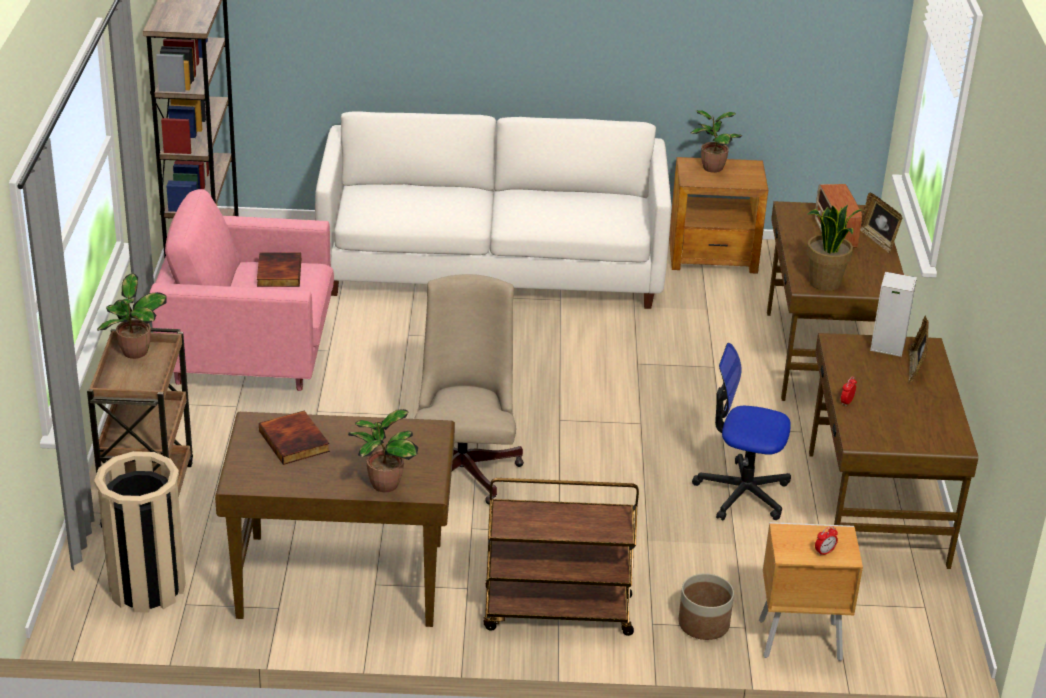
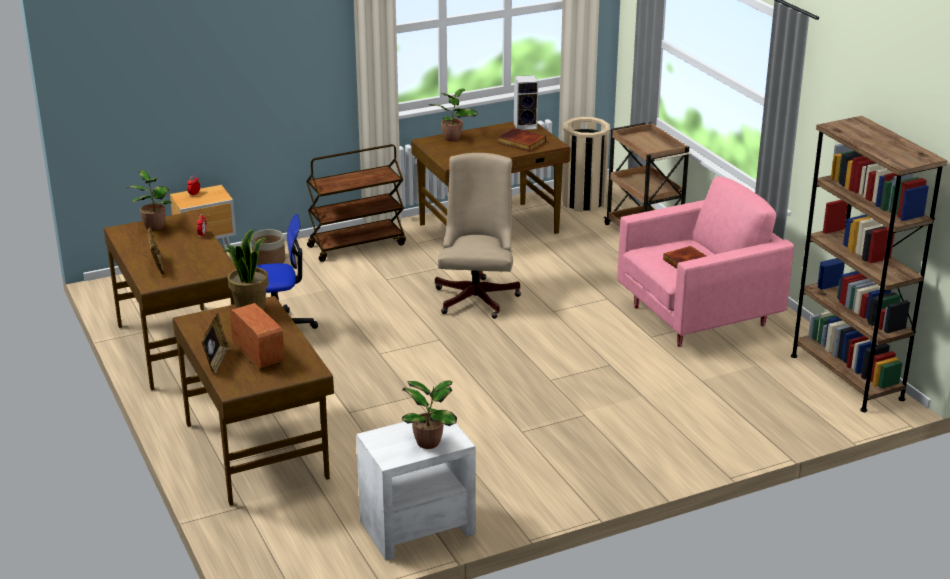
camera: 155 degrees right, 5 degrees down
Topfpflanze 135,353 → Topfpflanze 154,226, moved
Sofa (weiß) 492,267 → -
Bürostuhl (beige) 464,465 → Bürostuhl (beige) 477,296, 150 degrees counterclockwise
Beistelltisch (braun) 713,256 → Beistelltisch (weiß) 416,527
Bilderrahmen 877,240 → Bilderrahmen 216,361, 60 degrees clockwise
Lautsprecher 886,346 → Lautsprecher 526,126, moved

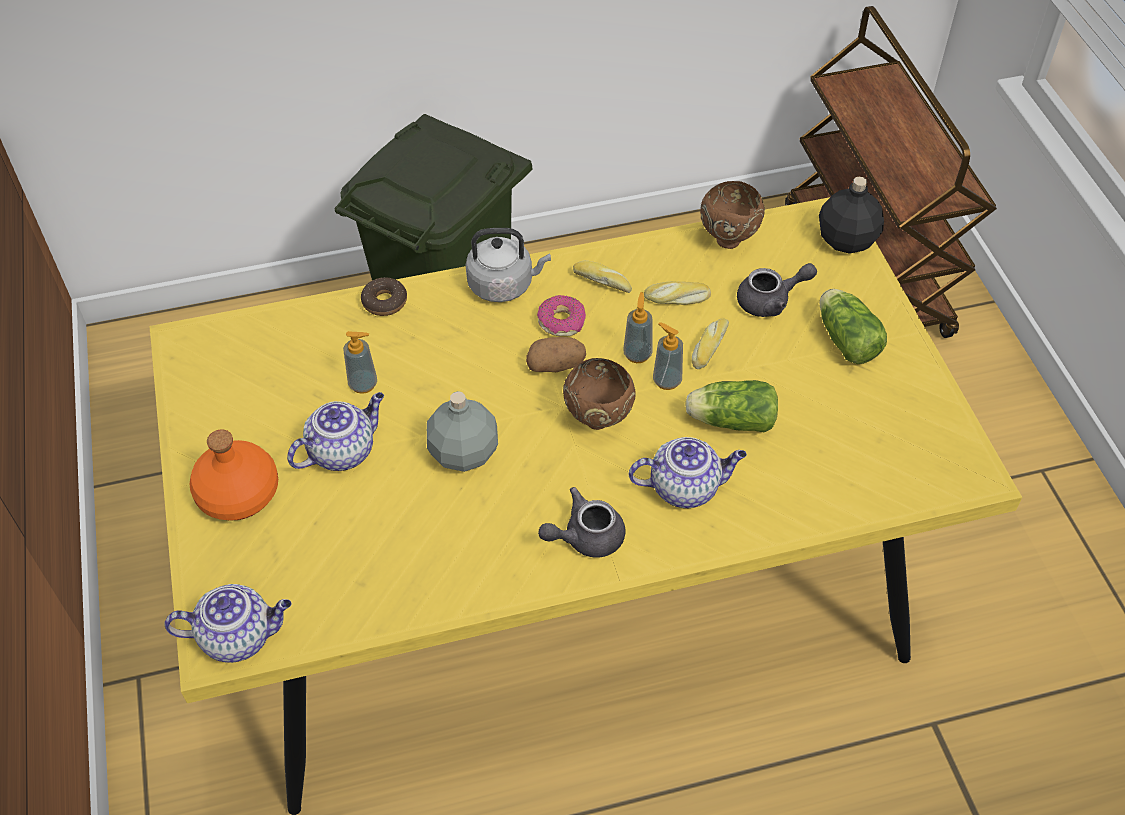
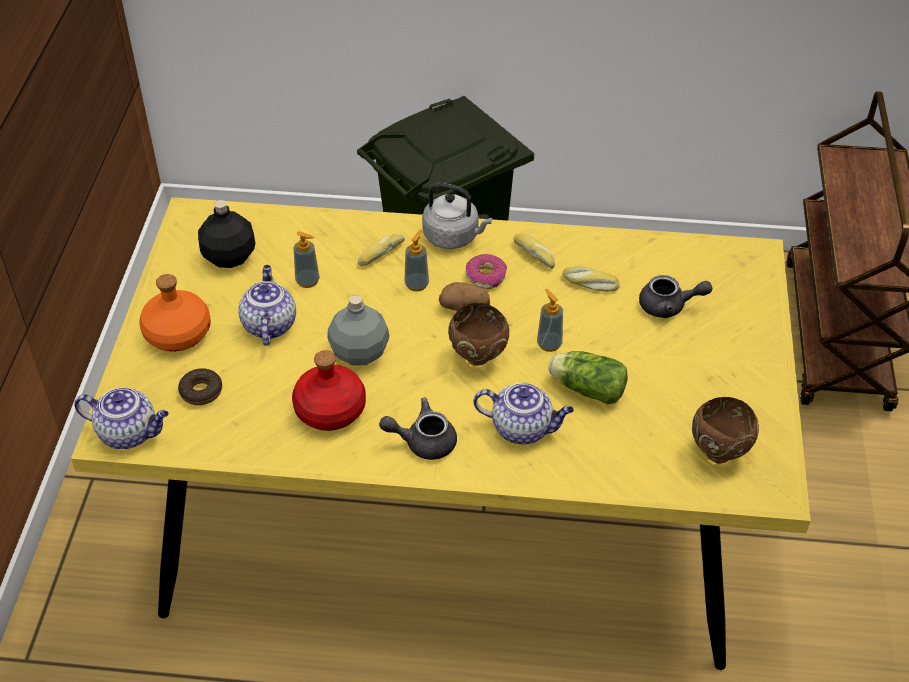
camera: 20 degrees right, 5 degrees down
Teekanne 343,450 → Teekanne 269,325, 75 degrees counterclockwise
Donut 384,302 → Donut 201,391, moved
Seifenspender 637,354 → Seifenspender 417,284, moved
Brot 708,347 → Brot 380,253, moved
Schüssel (braun) 728,239 → Schüssel (braun) 719,452, moved
Flasche (schwarz) 847,241 → Flasche (schwarz) 229,257, moved
Salatkopf 845,338 → -
- → Flasche (rot) 330,410

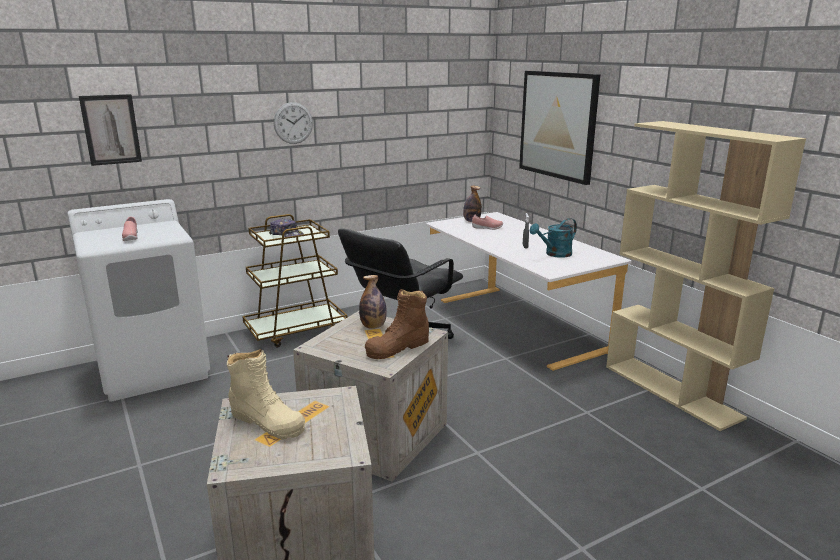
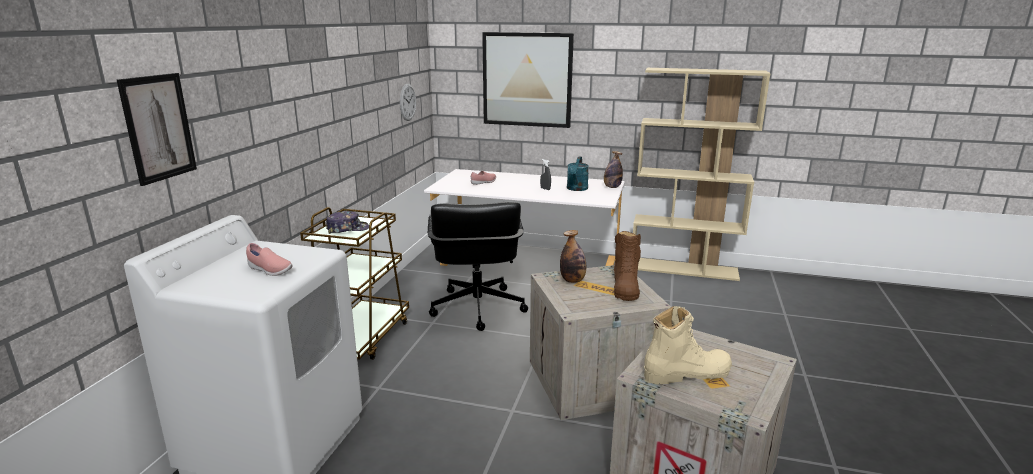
camera: 45 degrees left, 0 degrees up
Wanduhr 293,123 → Wanduhr 407,102, moved
Flasche 471,221 → Flasche 612,187, moved

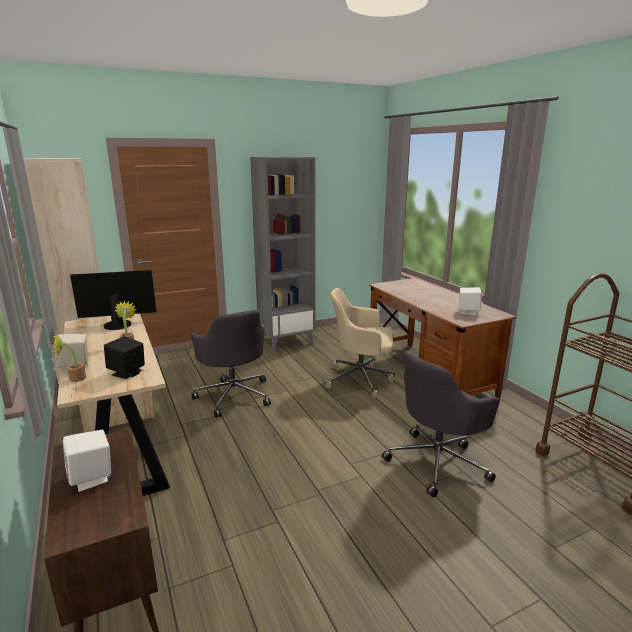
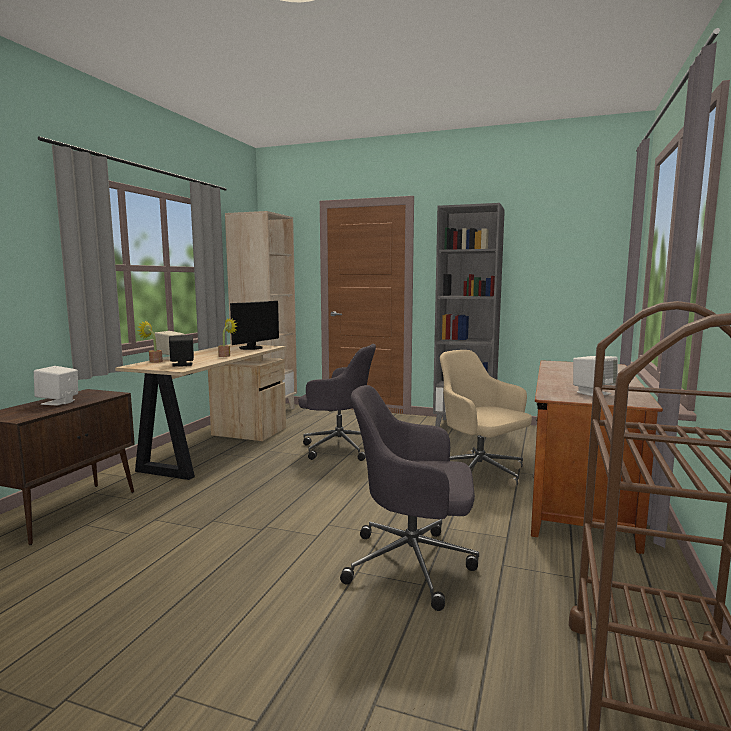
camera: 45 degrees right, 10 degrees down
Monitor 118,324 → Monitor 253,348, 90 degrees clockwise
Bürostuhl (grau) 234,395 → Bürostuhl (grau) 338,447, 90 degrees counterclockwise

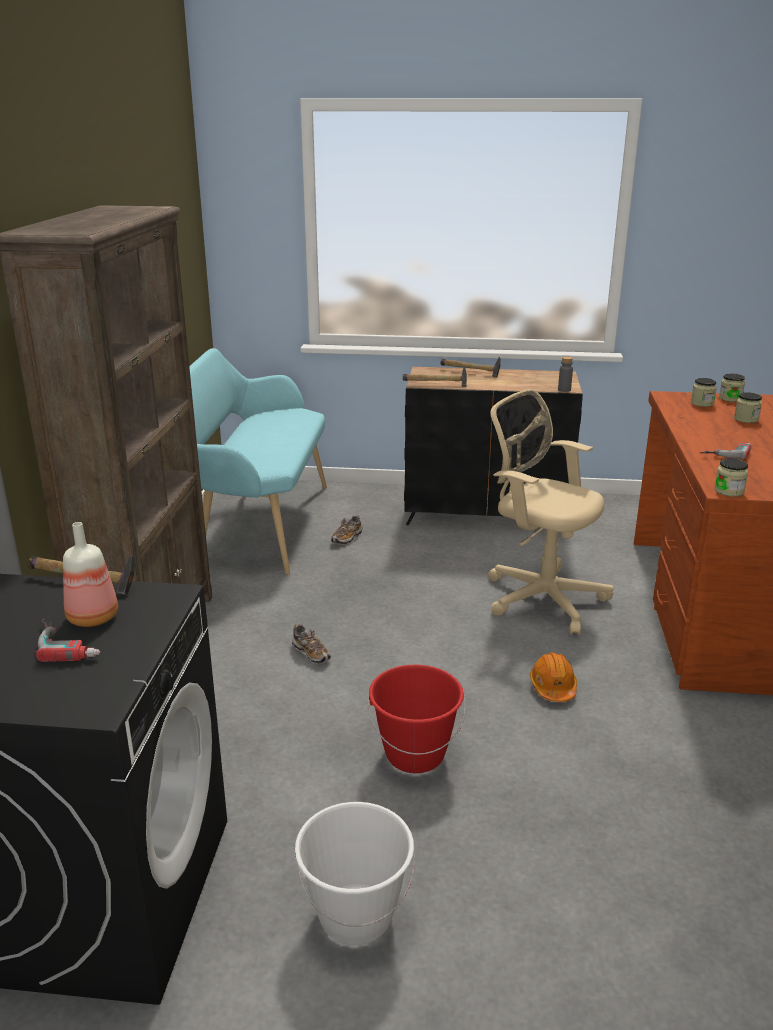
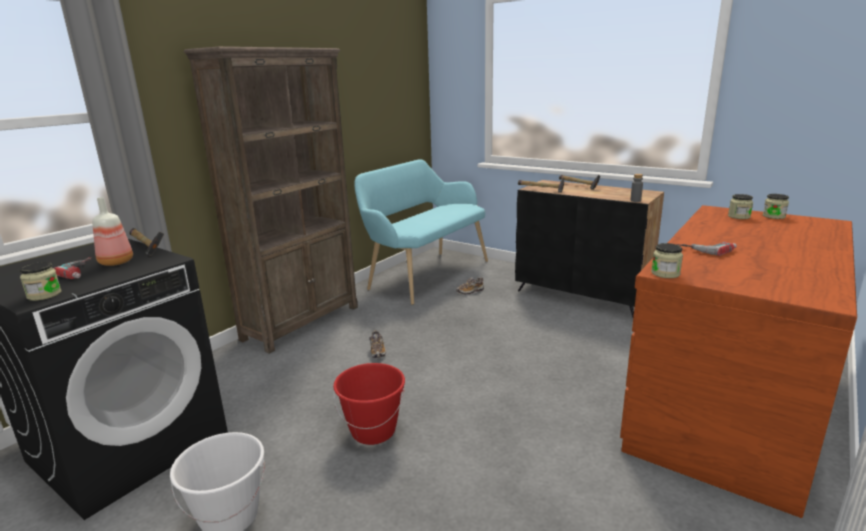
camera: 30 degrees right, 5 degrees down
Bürostuhl (beige) 540,597 → -
Schutzhelm (orange) 553,687 → -
Vorratsglas 746,419 → Vorratsglas 44,295, moved

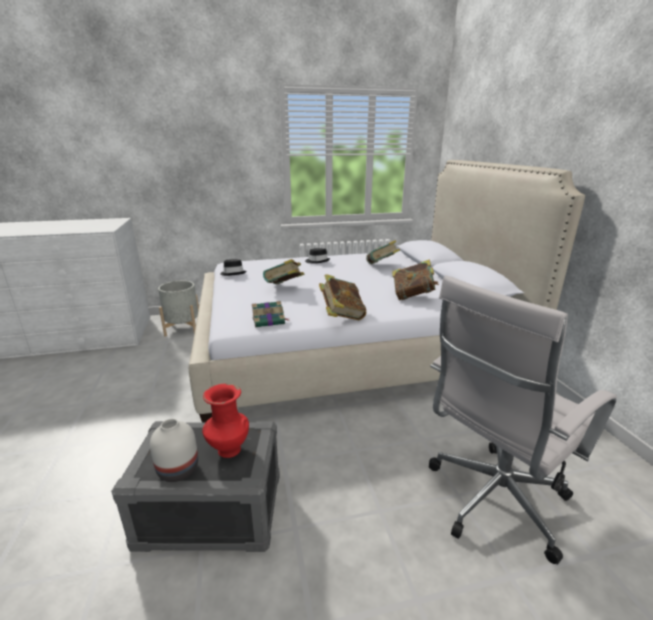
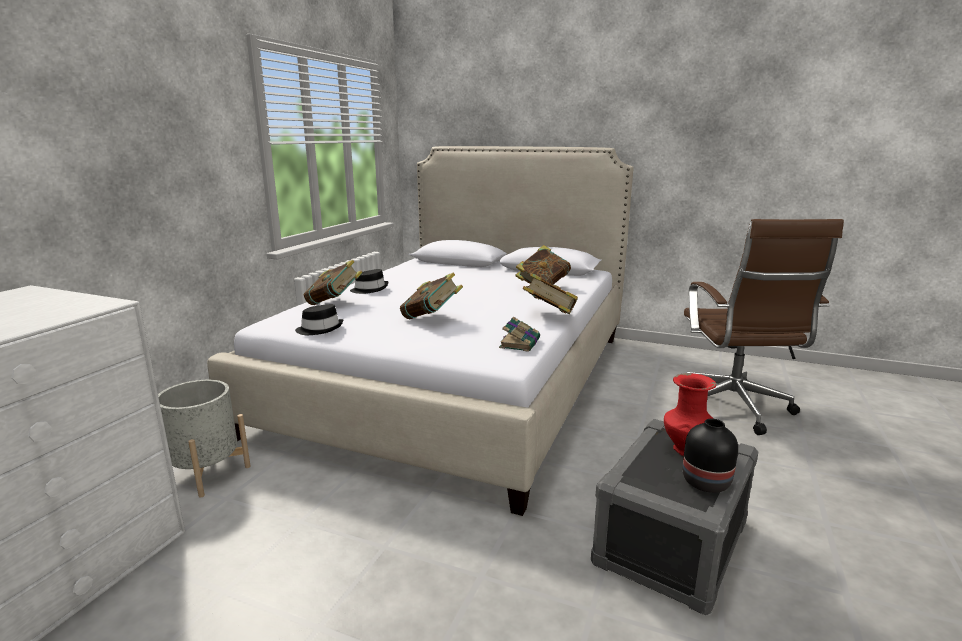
camera: 55 degrees left, 5 degrees down
Vase (weiß) 179,469 → Vase (schwarz) 704,481
Buch 382,266 → Buch 334,303, moved
Bürostuhl (weiß) 492,502 → Bürostuhl (braun) 734,409

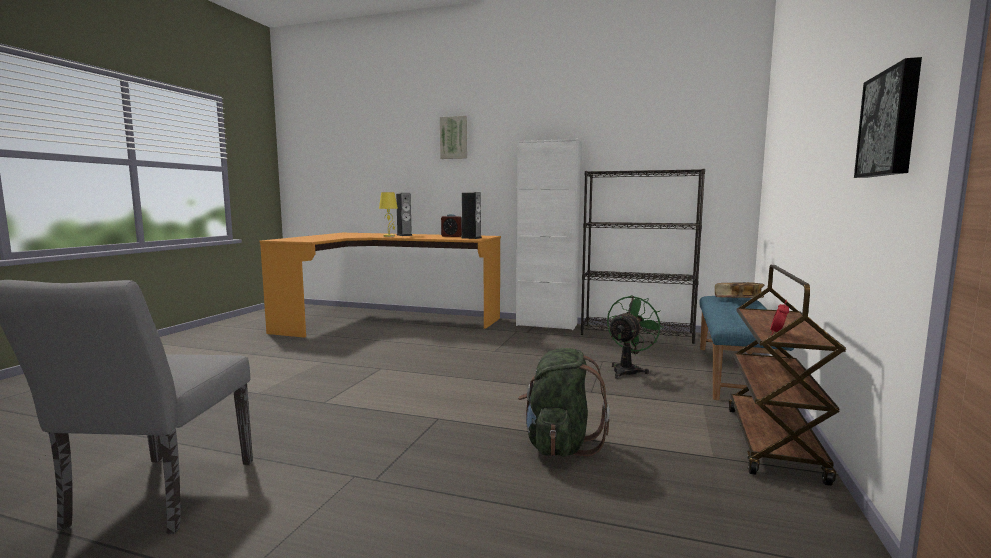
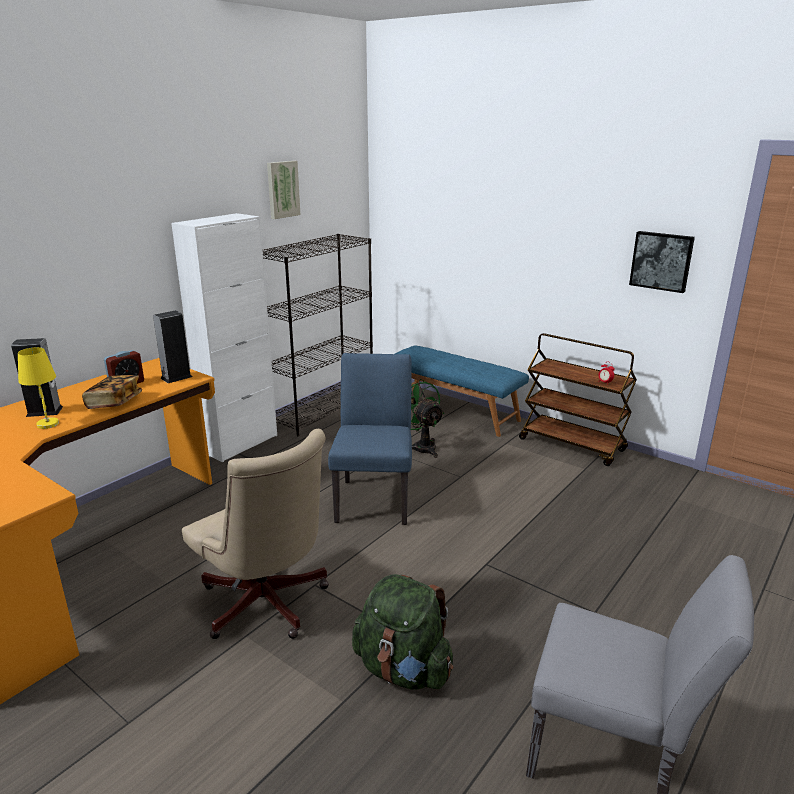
camera: 70 degrees left, 15 degrees up
Bild 454,138 → Bild 282,189, moved
Rucksack (grün) 559,445 → Rucksack (grün) 403,669, moved
Buch 738,300 → Buch 114,402, moved
- → Bürostuhl (beige) 267,607
- → Stuhl (blau) 374,497

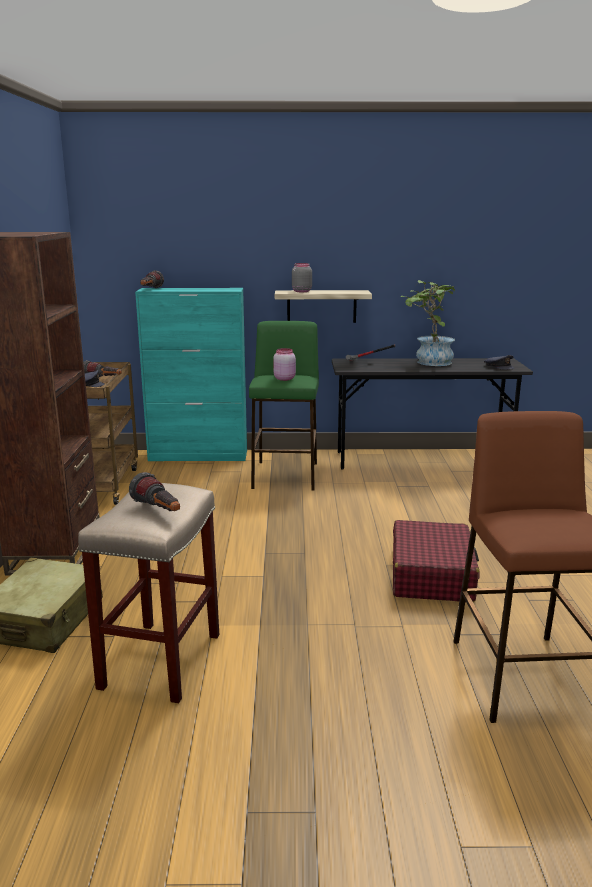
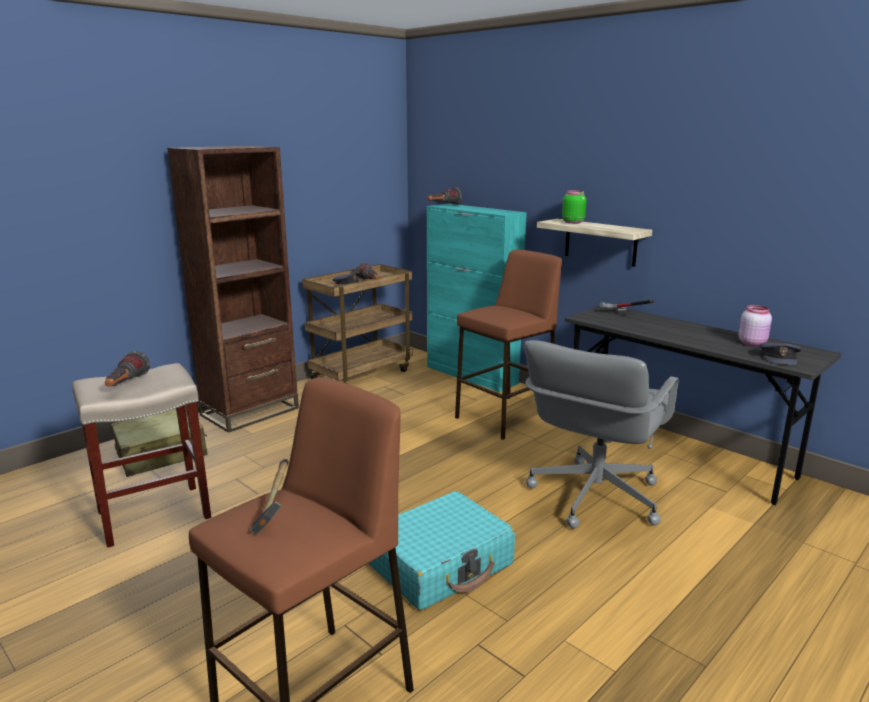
camera: 45 degrees right, 0 degrees up
Hocker (grün) 285,475 → Hocker (braun) 506,417
Vorratsglas (rosa) 284,378 → Vorratsglas (rosa) 752,343, moved
Vorratsglas (grau) 301,291 → Vorratsglas (grün) 572,222
Koffer (rot) 431,575 → Koffer (türkis) 440,564
Topfpflanze 428,362 → -
- → Hammer 274,504
- → Bürostuhl (grau) 593,496

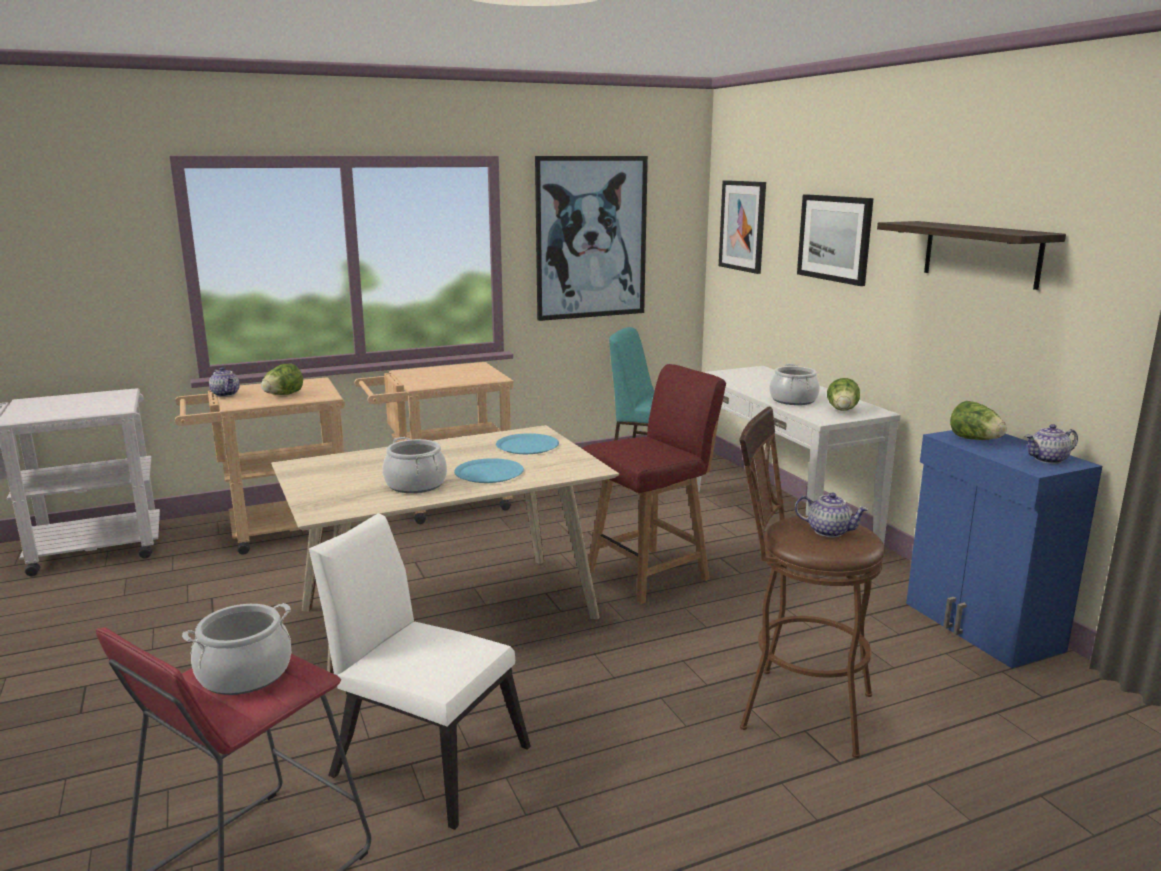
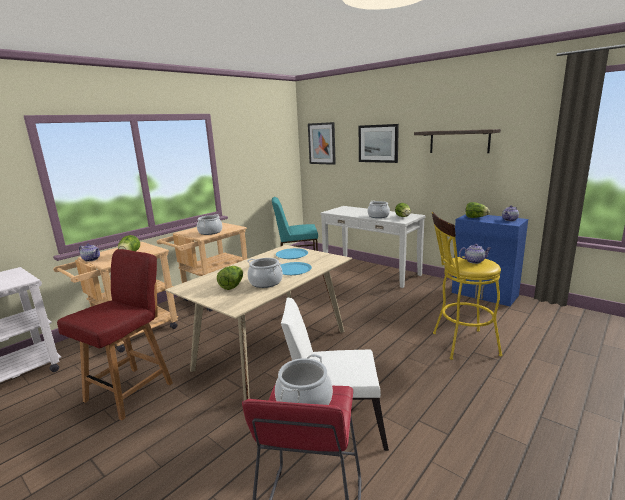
camera: 25 degrees left, 0 degrees up
Bild 591,238 → -
Stuhl (rot) 650,574 → Stuhl (rot) 131,391, moved
Hocker (braun) 794,708 → Hocker (gelb) 459,344
- → Kochtopf 210,232
- → Salatkopf 232,286

